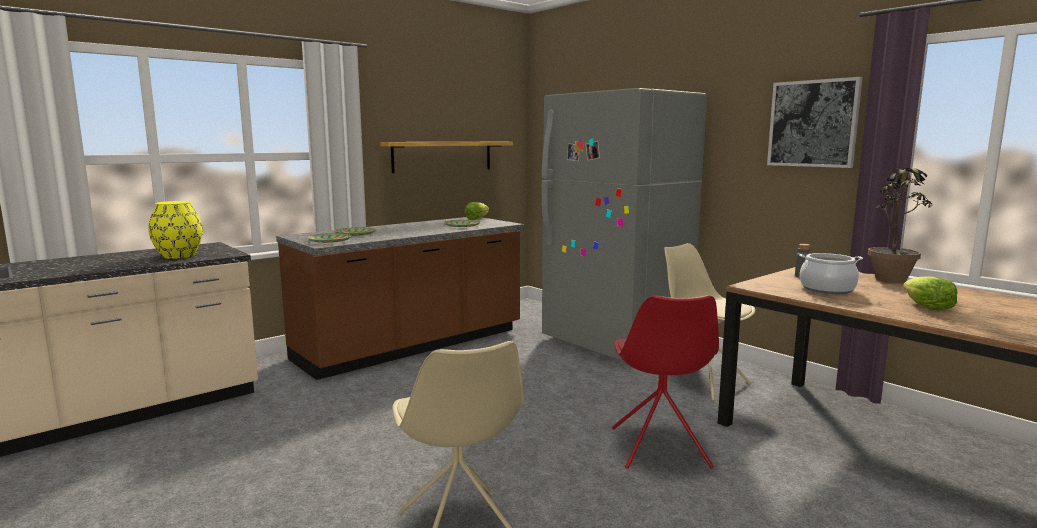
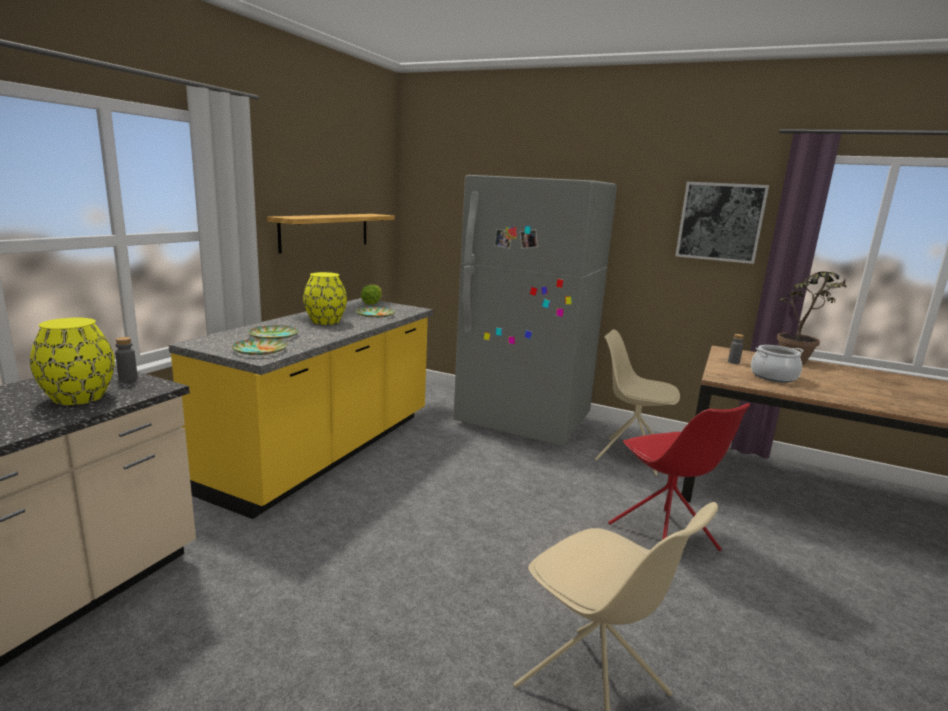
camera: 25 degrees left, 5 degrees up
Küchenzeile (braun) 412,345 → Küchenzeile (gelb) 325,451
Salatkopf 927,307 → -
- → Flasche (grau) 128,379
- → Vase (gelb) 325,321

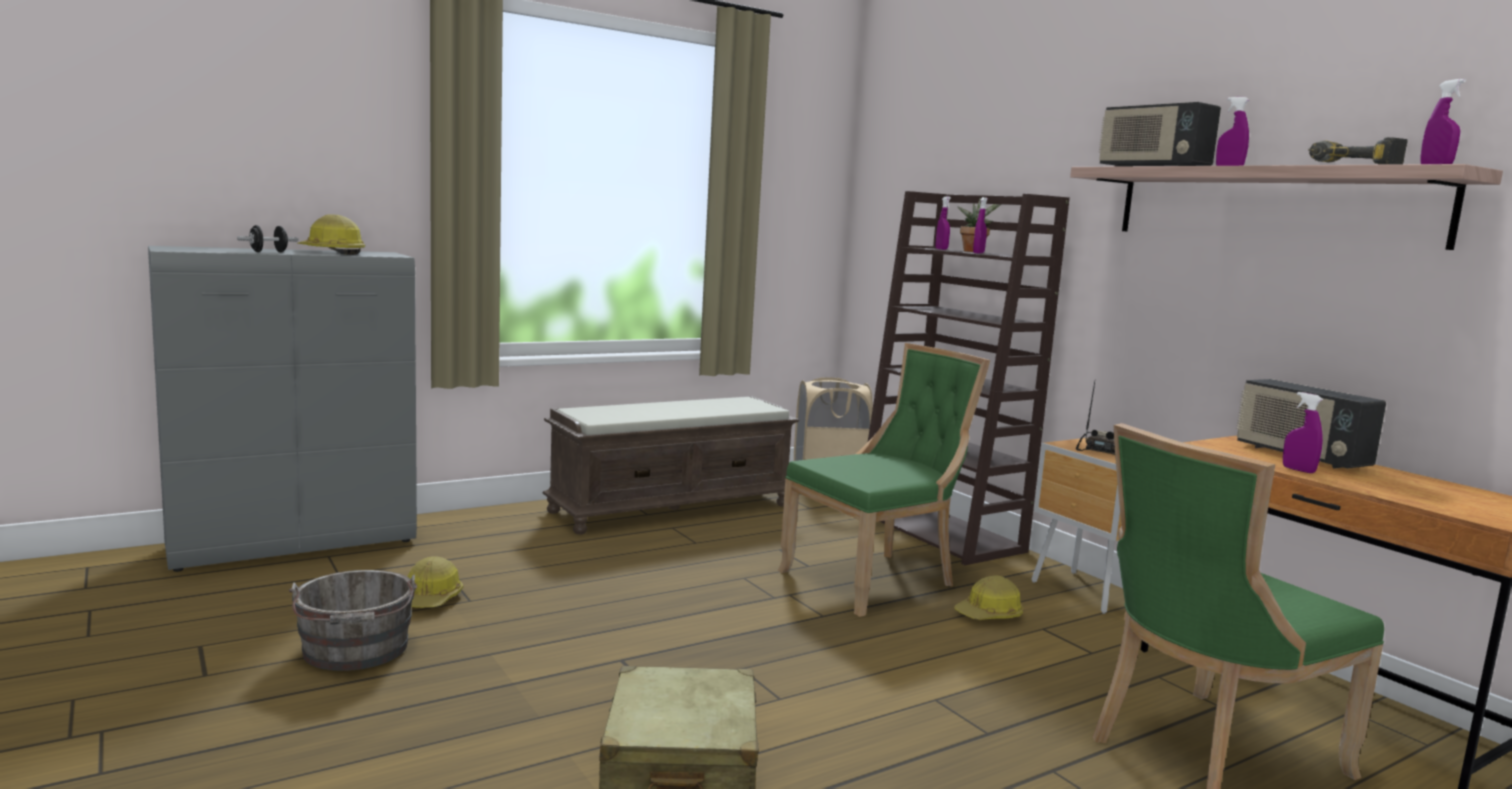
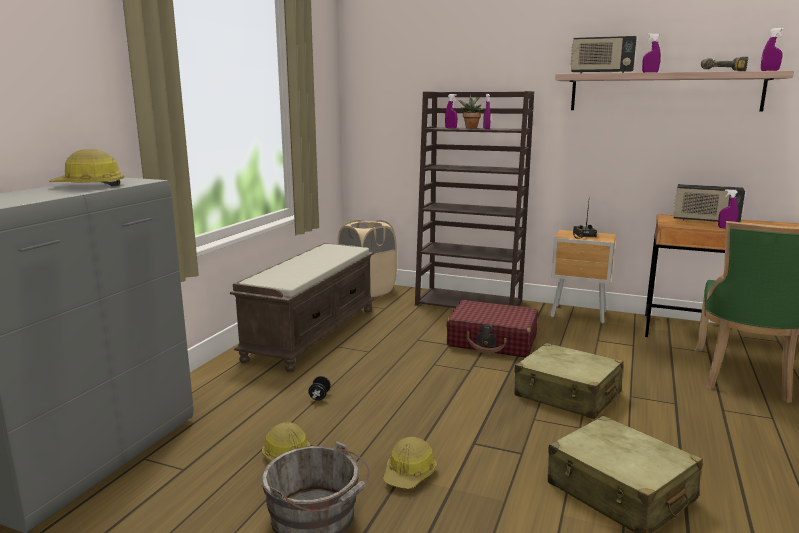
camera: 35 degrees left, 5 degrees up
Hantel (schwarz) 269,252 → Hantel (schwarz) 319,396, moved
Stuhl (grün) 875,580 → Koffer (rot) 492,341
Schutzhelm 989,615 → Schutzhelm 409,473, moved
- → Koffer (beige) 567,394

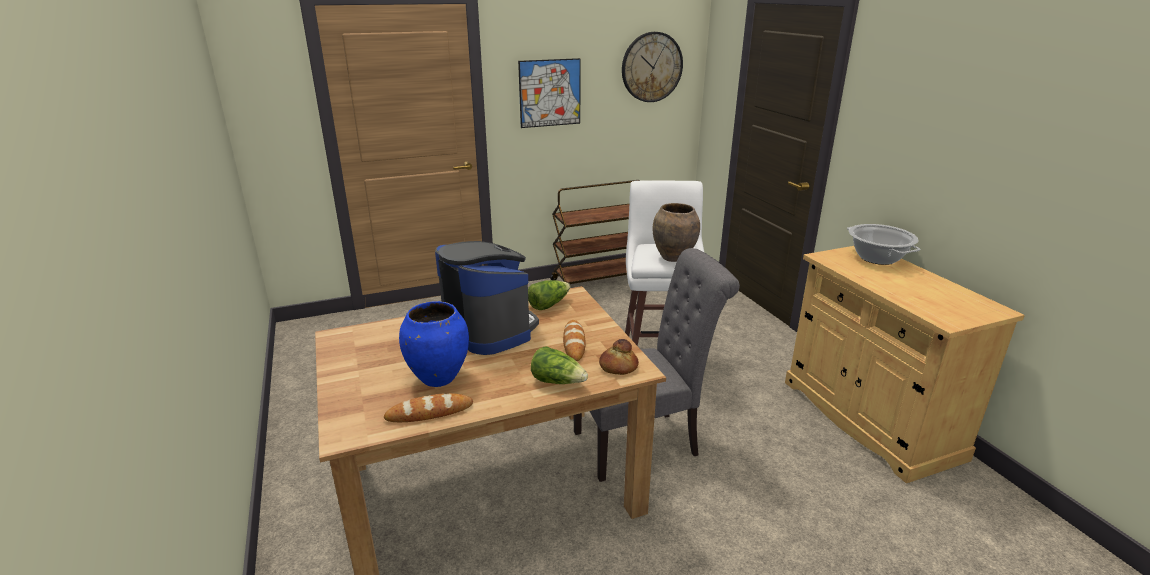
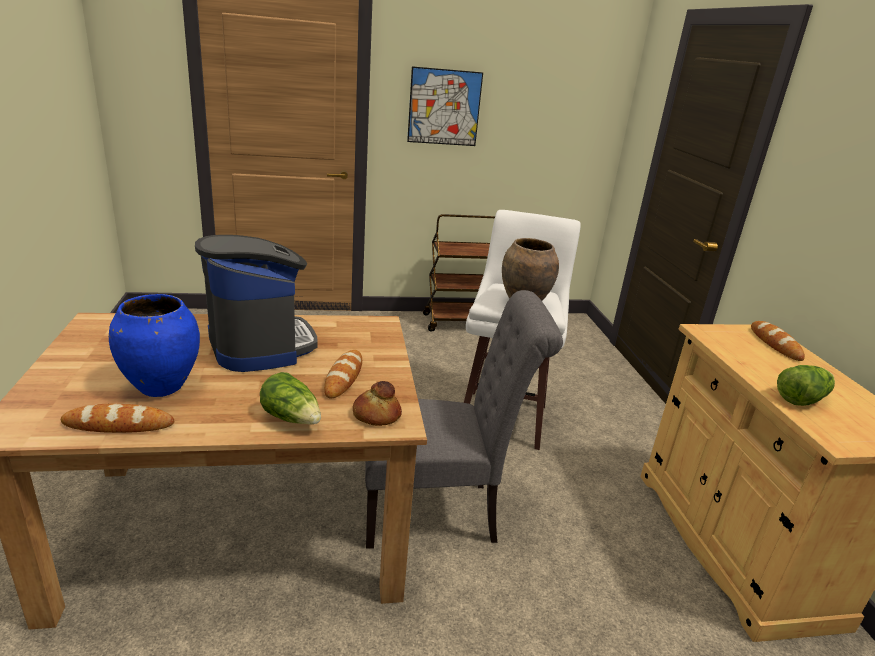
camera: 10 degrees right, 0 degrees up
Salatkopf 548,304 → Salatkopf 801,398, moved
Wanduhr 651,67 → -
Kochtopf 877,258 → Brot 775,344

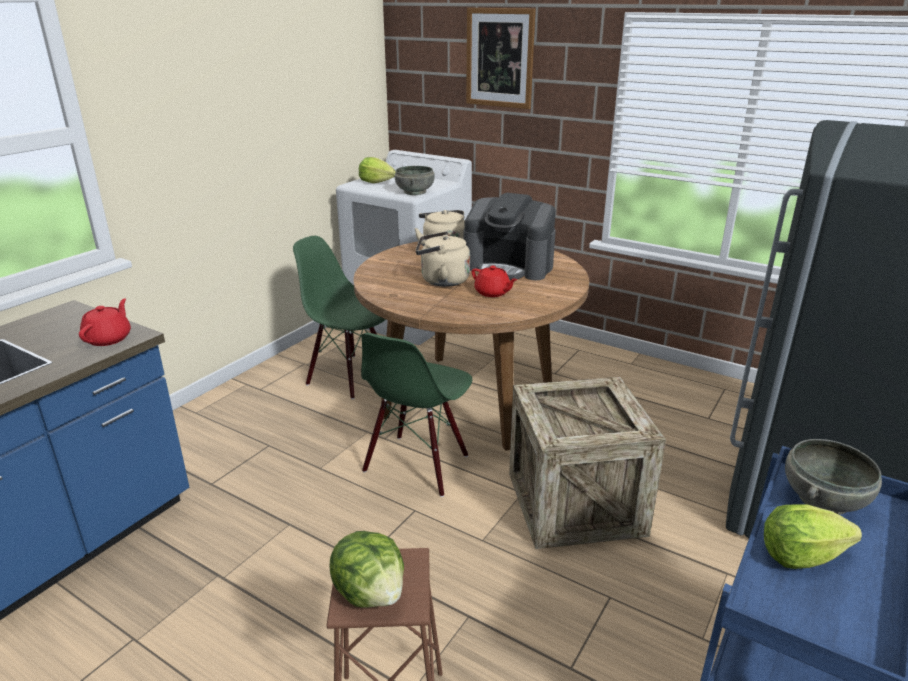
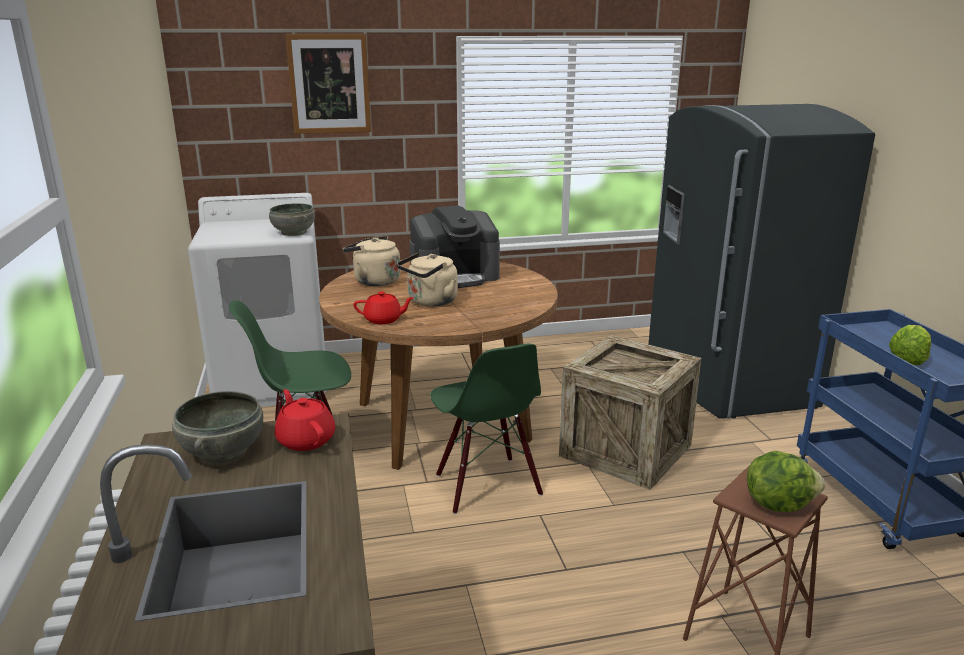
camera: 45 degrees left, 5 degrees down
Salatkopf 376,182 → -
Teekanne (rot) 492,293 → Teekanne (rot) 384,320, moved
Schüssel (grau) 822,499 → Schüssel (grau) 222,451, moved

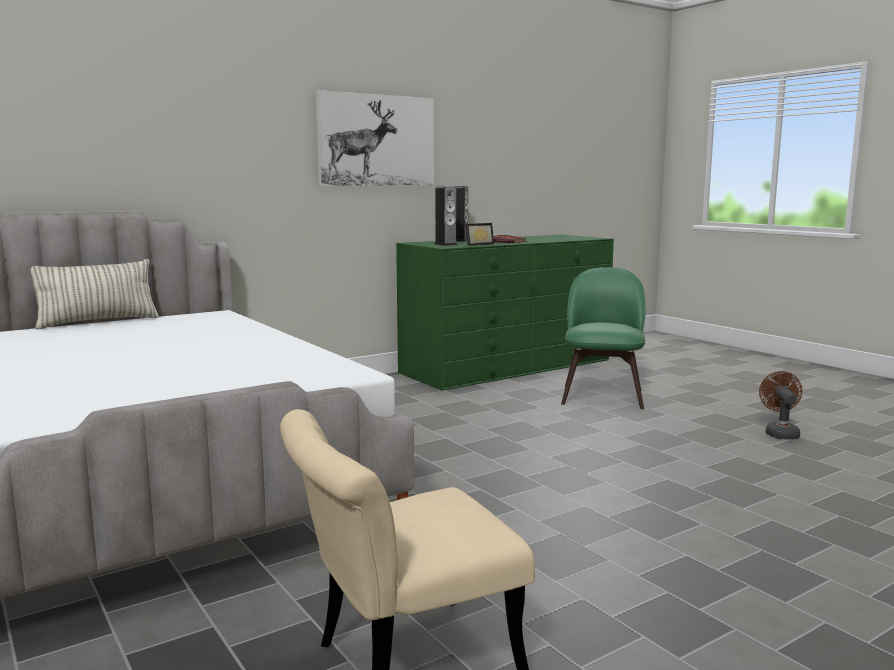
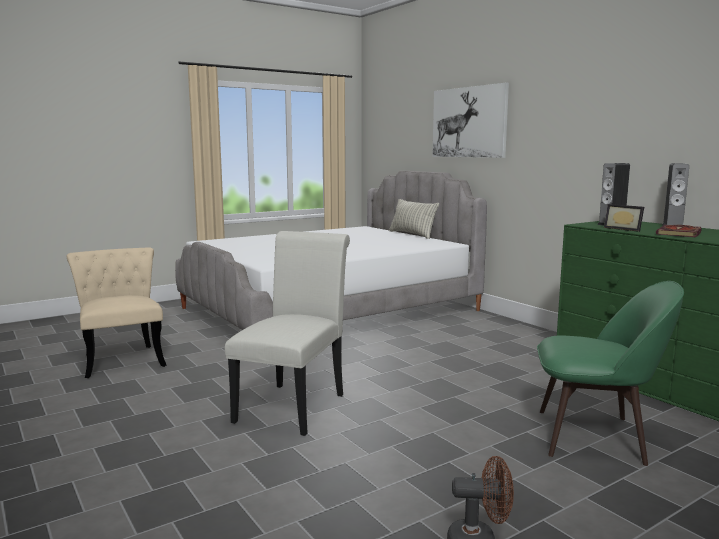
camera: 90 degrees right, 0 degrees up
Bild 376,140 → Bild 469,122, moved
- → Stuhl (weiß) 294,405

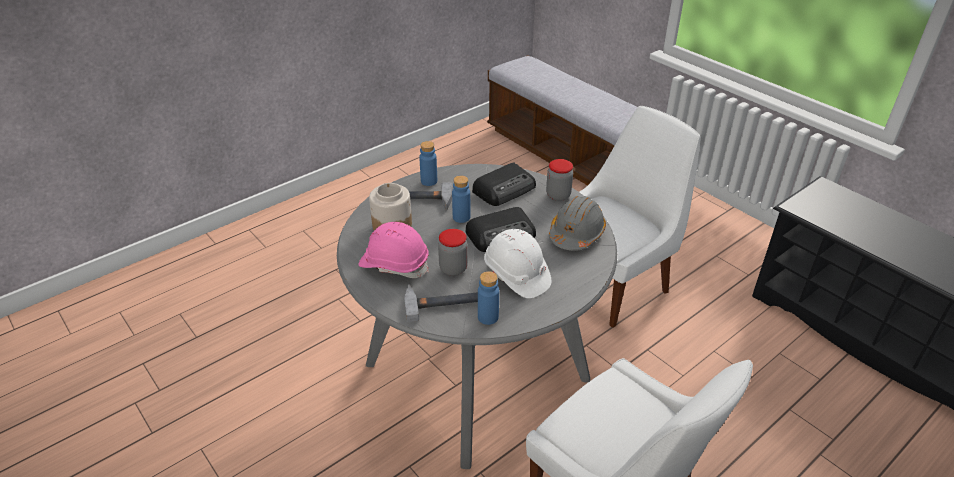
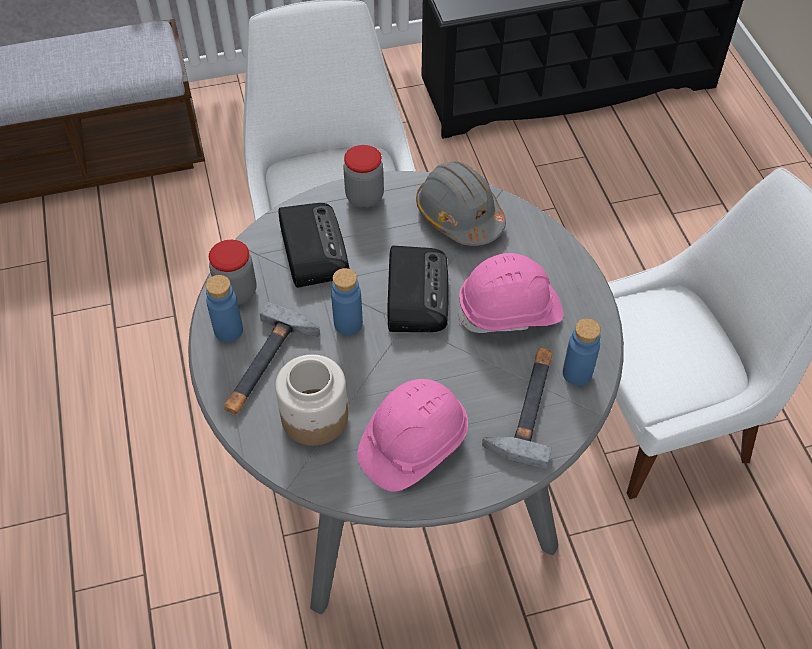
camera: 65 degrees left, 15 degrees up
Vorratsglas 453,268 → Vorratsglas 237,292, moved
Schutzhelm (weiß) 516,275 → Schutzhelm (rosa) 510,311

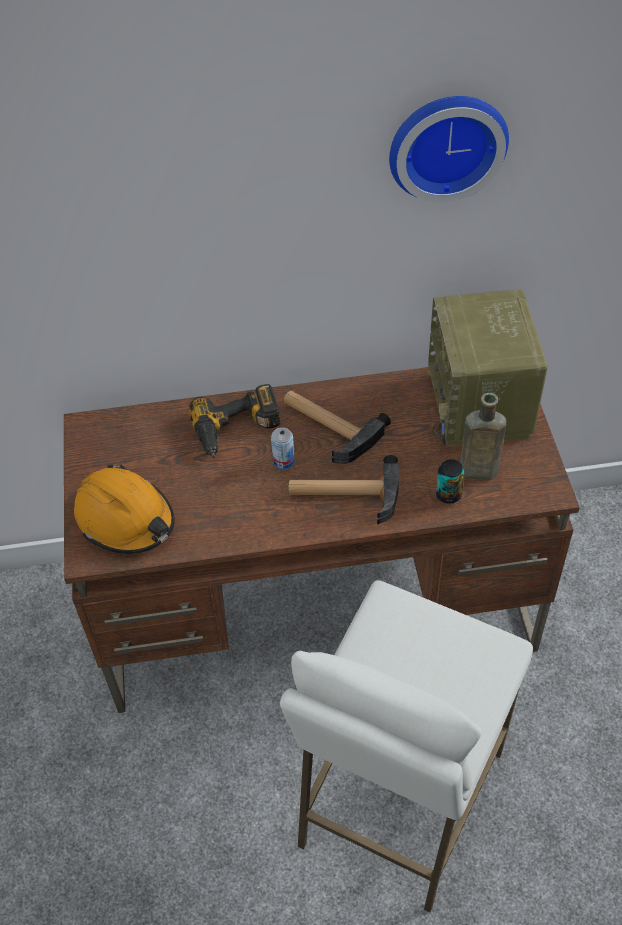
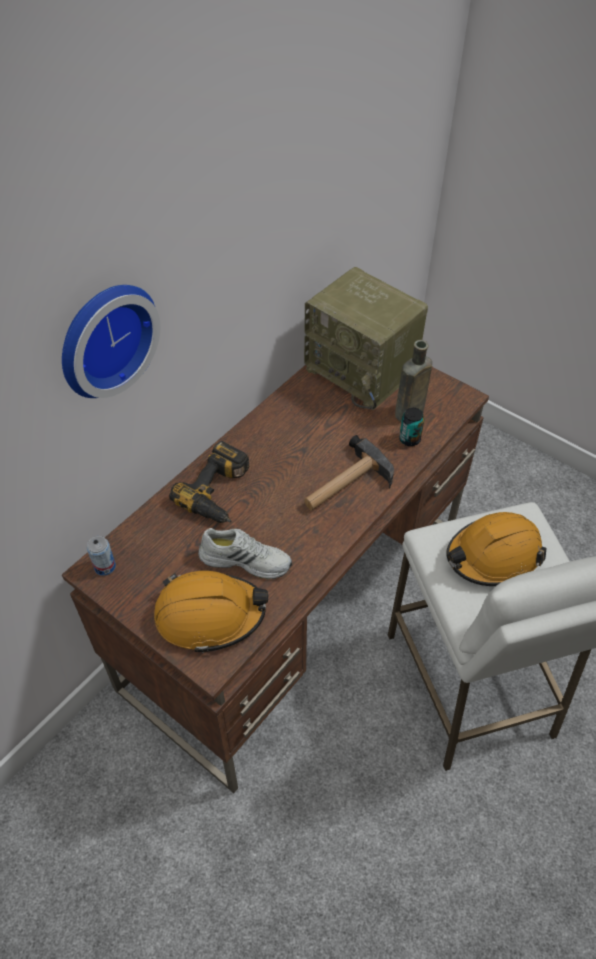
camera: 45 degrees left, 0 degrees up
Dose 283,461 → Dose 105,567, moved
Hammer 328,426 → -
Wanduhr 446,143 → Wanduhr 104,338, moved
- → Schuh (weiß) 246,559
- → Schutzhelm (orange) 493,556

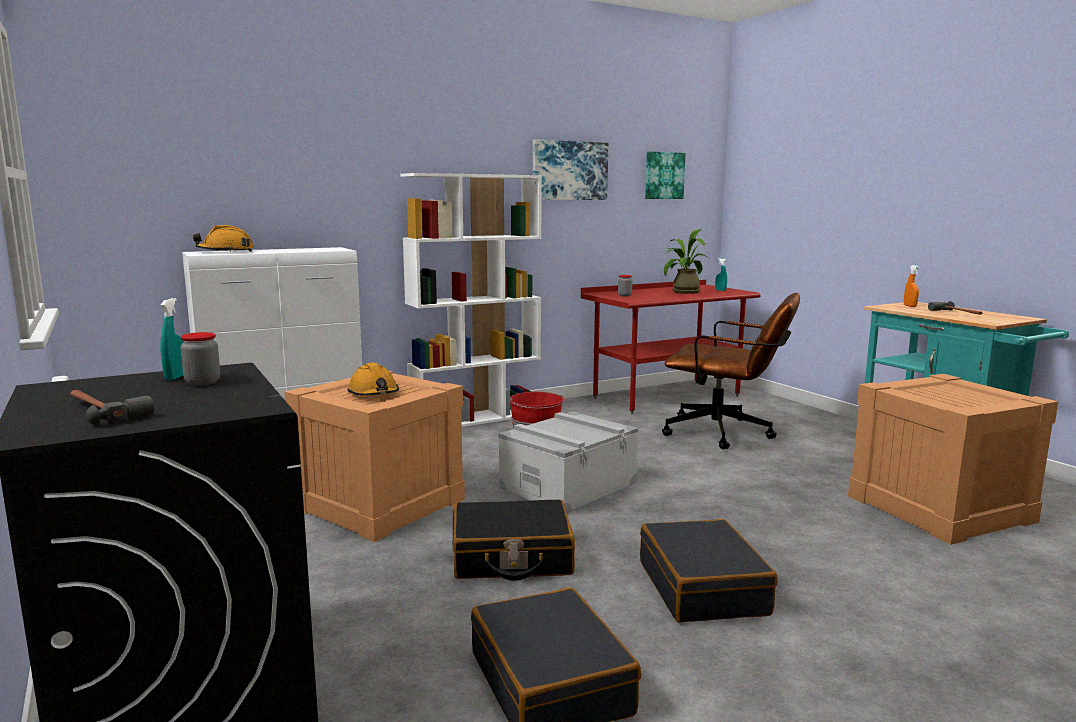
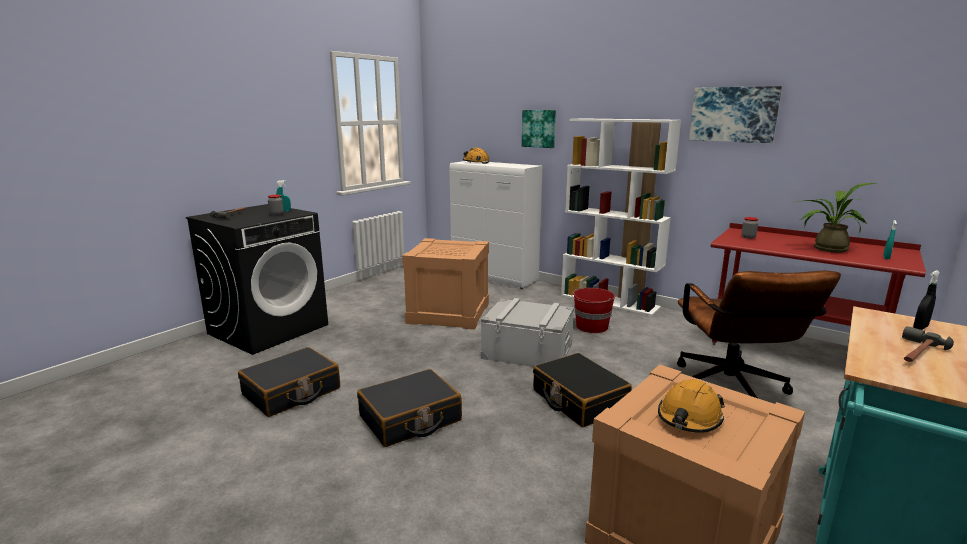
camera: 65 degrees right, 5 degrees up
Schutzhelm (orange) 374,393 → Schutzhelm (orange) 689,418, moved
Koffer (schwarz) 511,557 → Koffer (schwarz) 578,400, moved
Bild 663,175 → Bild 539,128, moved
Sprühflasche (orange) 910,306 → Sprühflasche (schwarz) 920,327

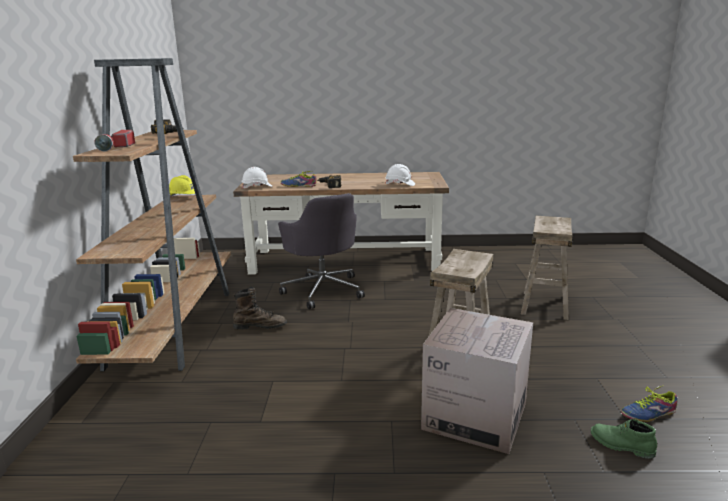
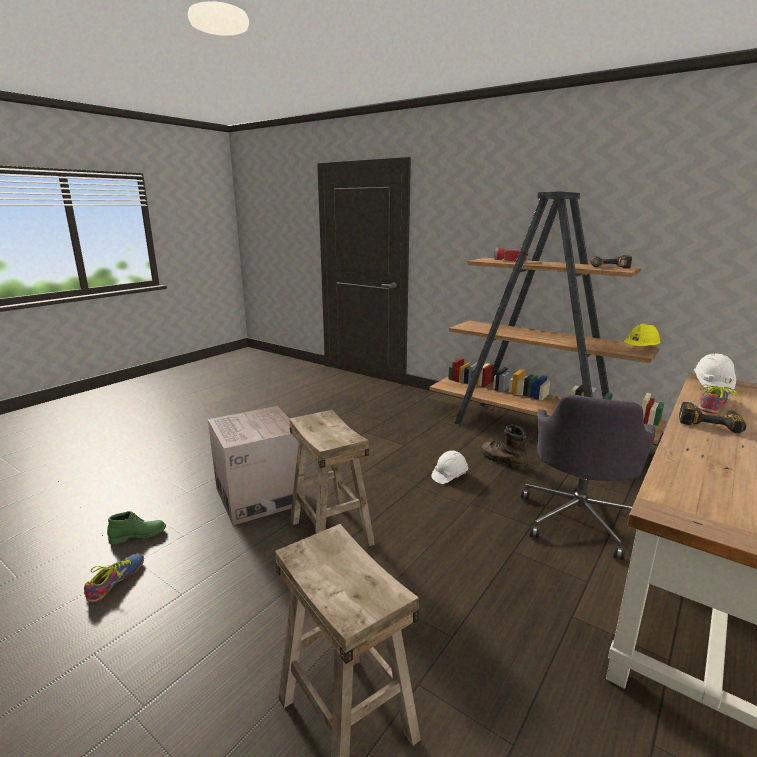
camera: 125 degrees right, 0 degrees up
Stiefel (braun) 260,326 → Stiefel (braun) 502,460, 105 degrees clockwise
Bürostuhl (grau) 323,290 → Bürostuhl (grau) 578,518, 75 degrees counterclockwise
Schutzhelm (weiß) 400,184 → Schutzhelm (weiß) 449,475, moved

